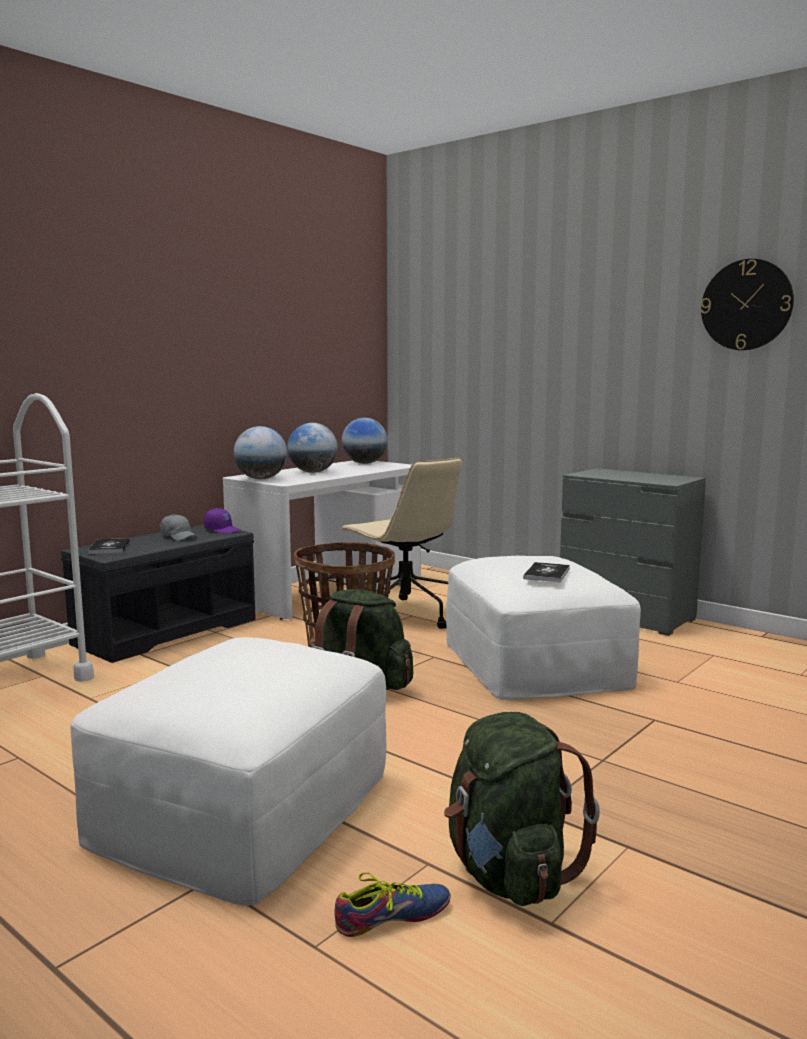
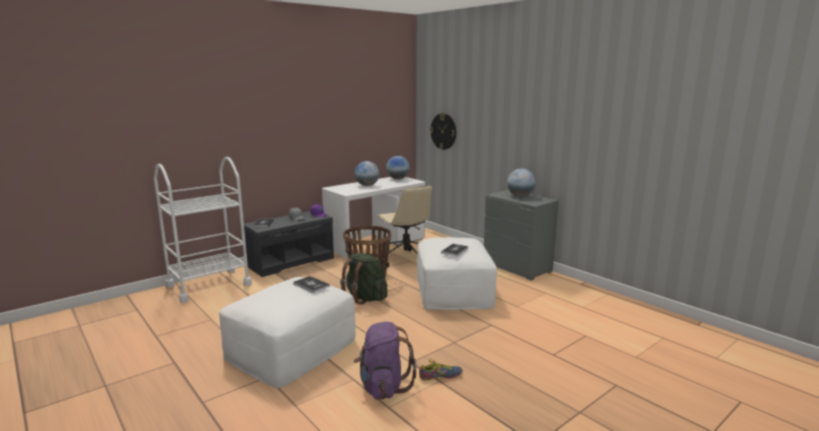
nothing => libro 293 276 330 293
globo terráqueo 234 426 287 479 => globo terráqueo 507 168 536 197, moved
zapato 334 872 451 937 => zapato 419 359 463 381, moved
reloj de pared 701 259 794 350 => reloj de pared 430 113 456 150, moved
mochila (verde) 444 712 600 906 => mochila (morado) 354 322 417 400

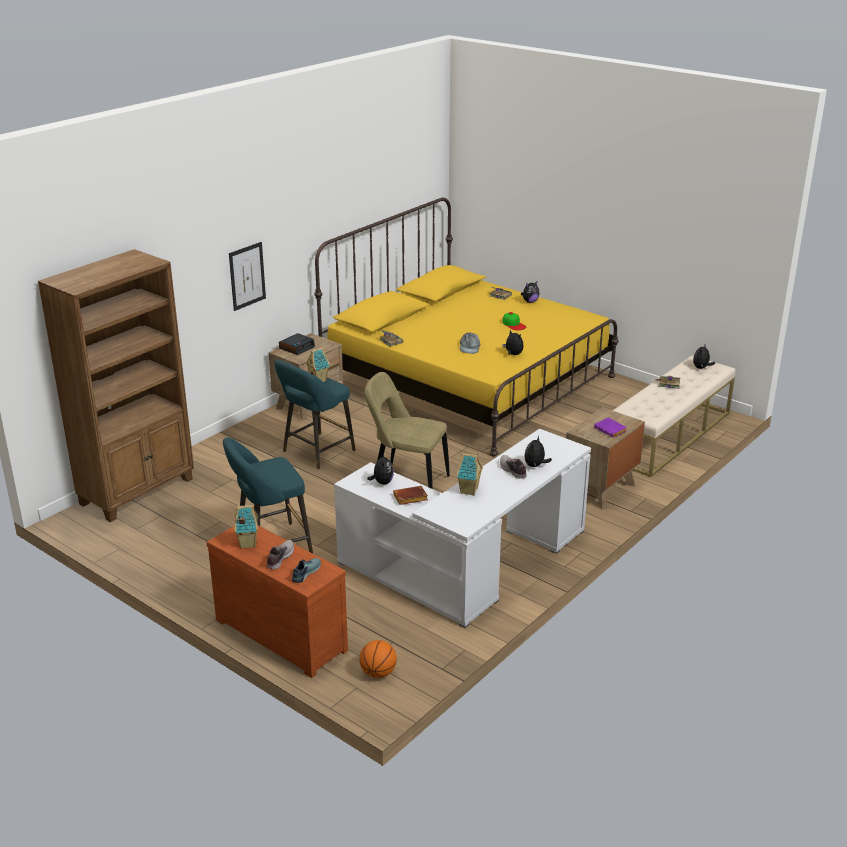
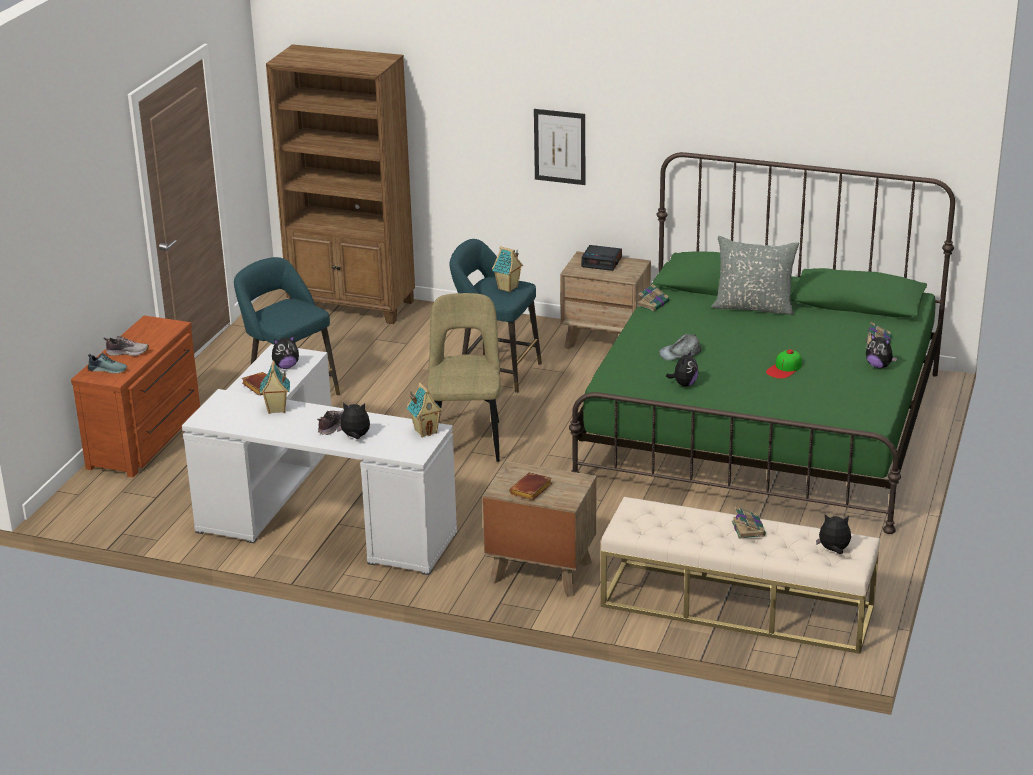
balón de baloncesto 360 640 397 678 => nothing
nothing => cojín (gris) 711 236 799 315
casita 234 505 258 548 => casita 407 383 443 437, moved
cama (amarillo) 314 198 619 456 => cama (verde) 569 152 955 534
libro (morado) 594 418 627 438 => libro (marrón) 509 472 552 500

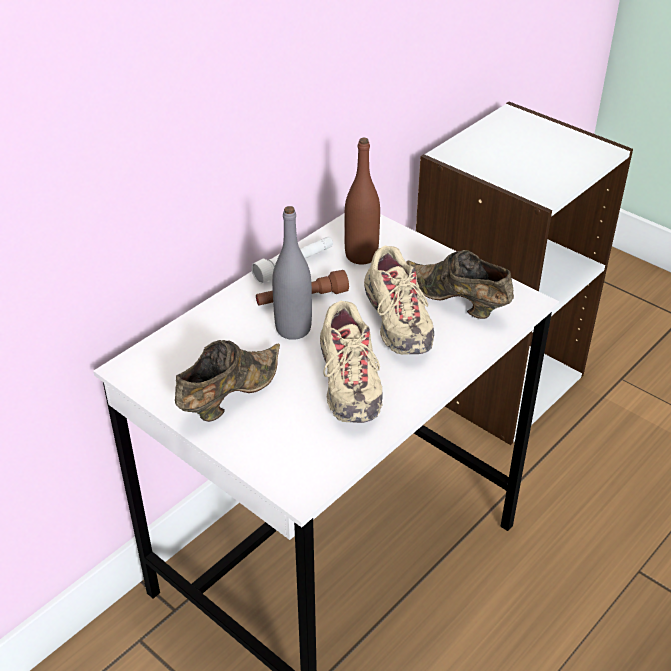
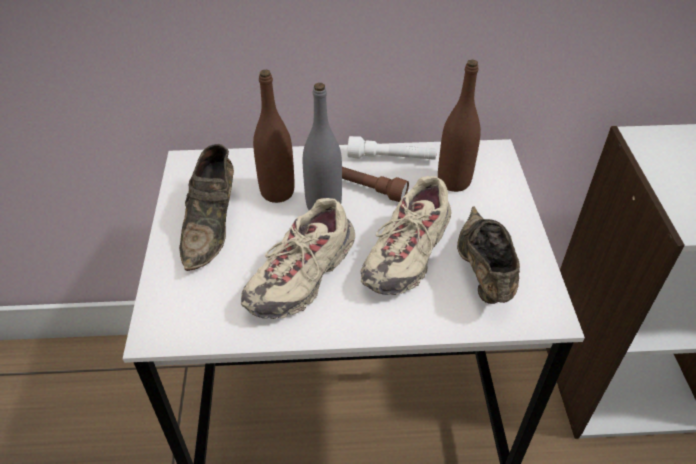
nothing => botella (marrón) 253 70 295 203
zapato (marrón) 175 340 280 422 => zapato (marrón) 179 144 234 271, 105 degrees clockwise

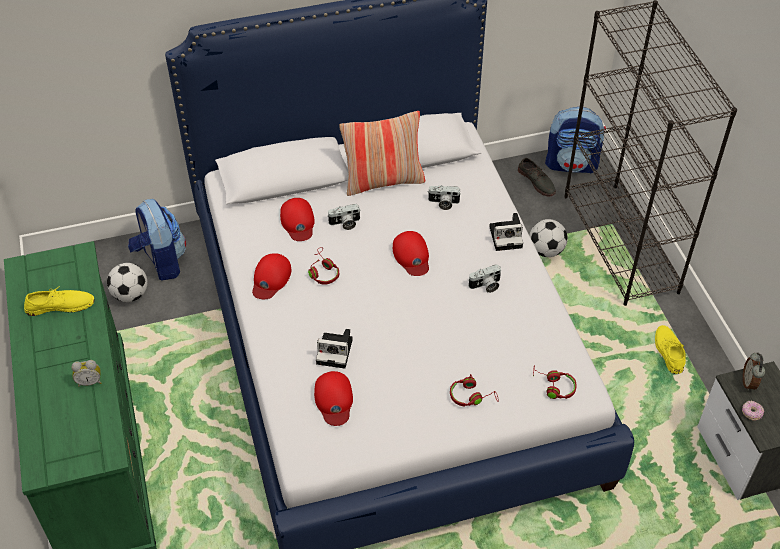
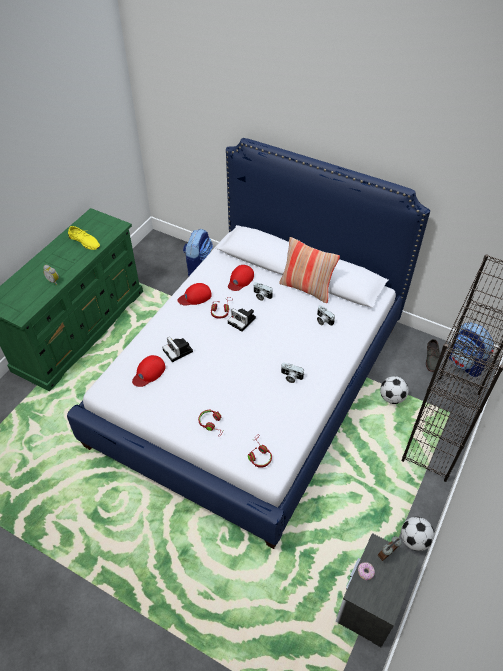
gorra (rojo) 393 231 429 276 => nothing
zapato (amarillo) 655 325 686 374 => nothing
balón de fútbol 107 263 147 302 => balón de fútbol 401 517 435 551, moved
cámara 489 213 523 251 => cámara 228 308 256 331, moved

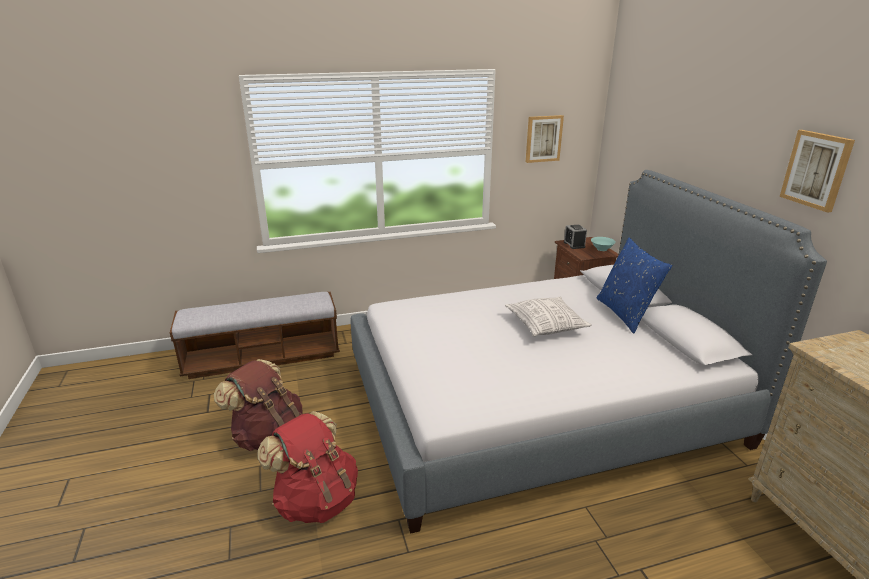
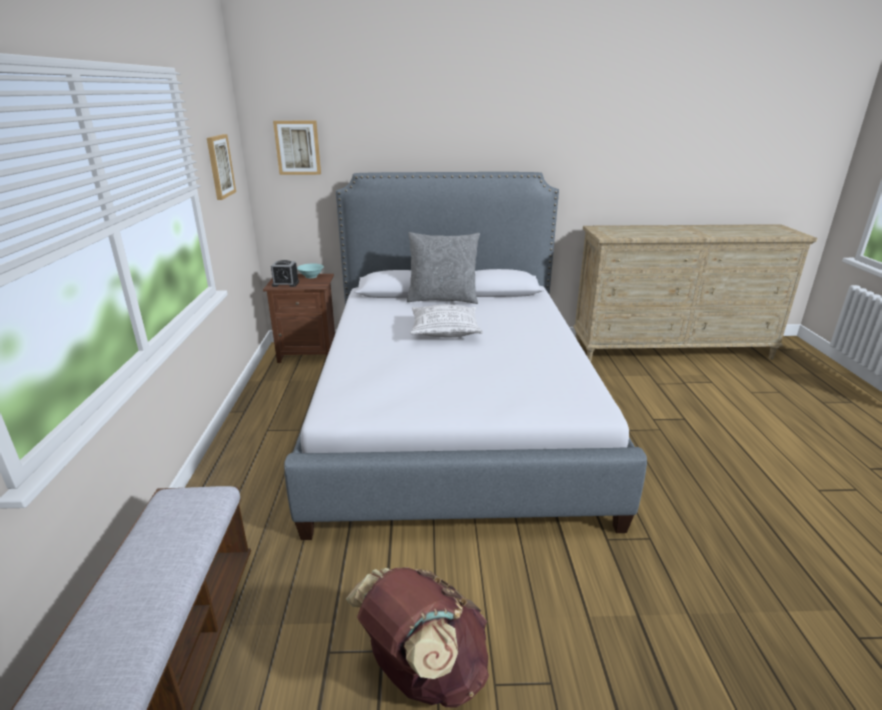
mochila (rojo) 257 411 358 523 => nothing
cuadro 780 130 855 213 => cuadro 273 121 321 175, moved
cojín (azul) 596 238 672 334 => cojín (gris) 407 232 480 304

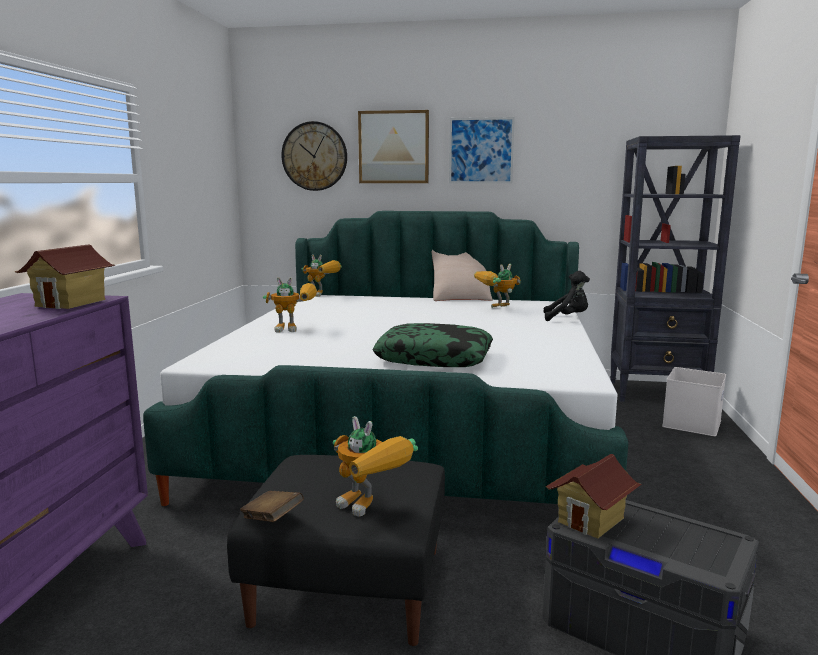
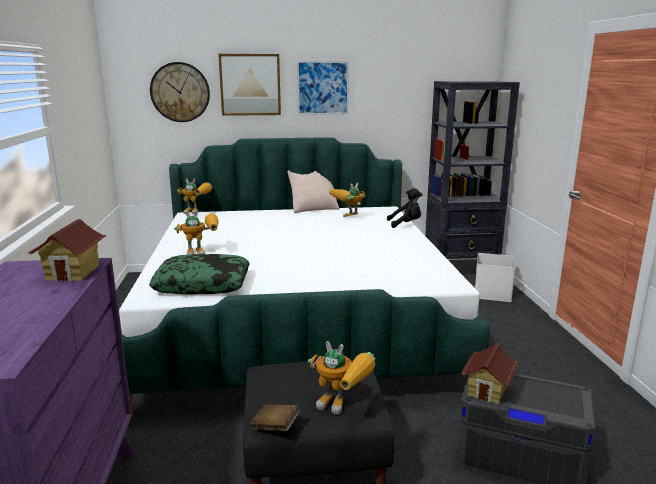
cojín 373 323 493 367 => cojín 149 254 250 294, moved

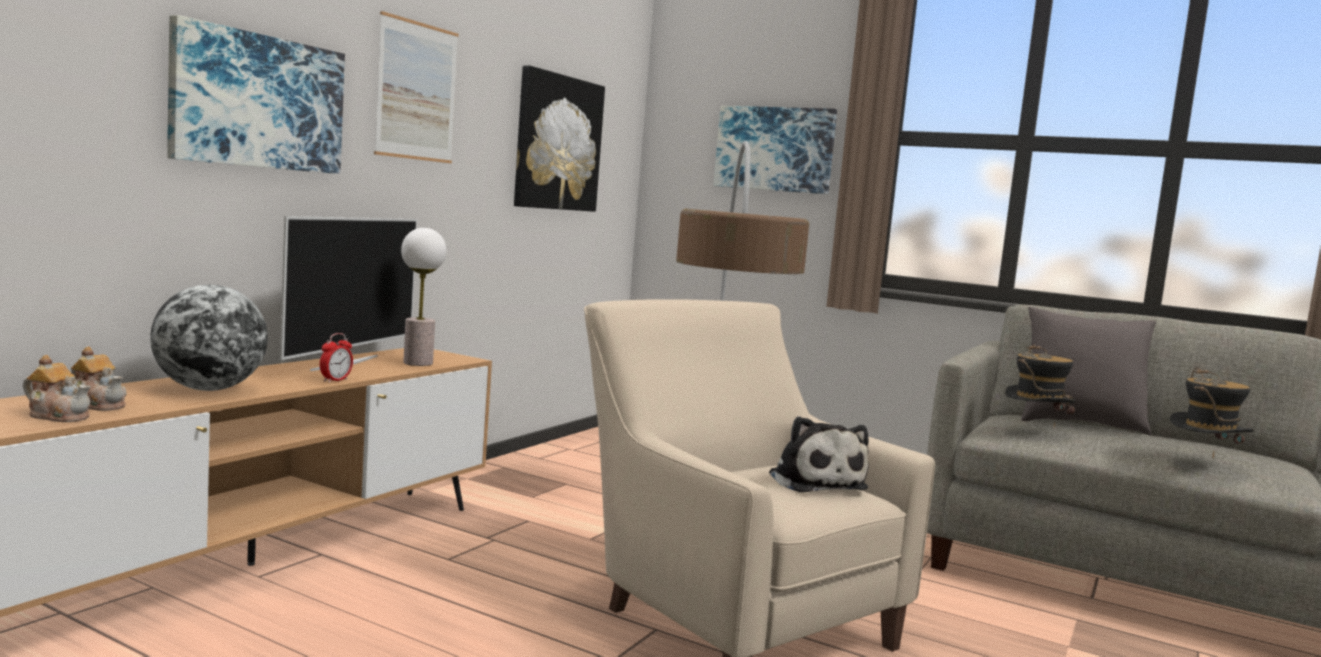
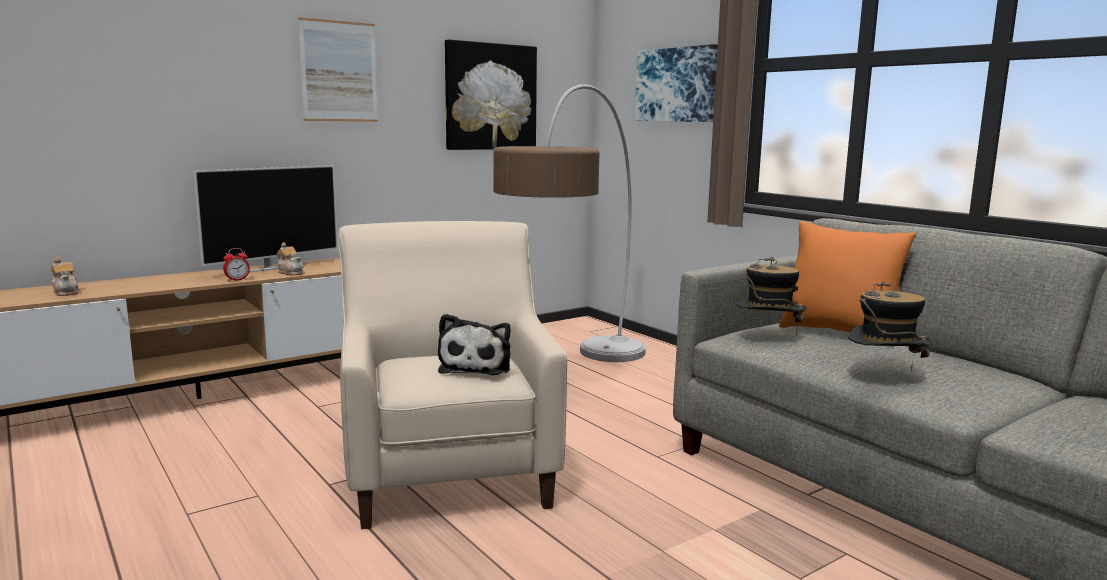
globo terráqueo 150 285 268 391 => nothing
cuadro 167 15 345 174 => nothing
lámpara de mesa 401 228 446 366 => nothing
tetera 23 355 91 422 => tetera 276 242 303 275, moved
cojín (gris) 1021 307 1156 436 => cojín (naranja) 779 221 916 347

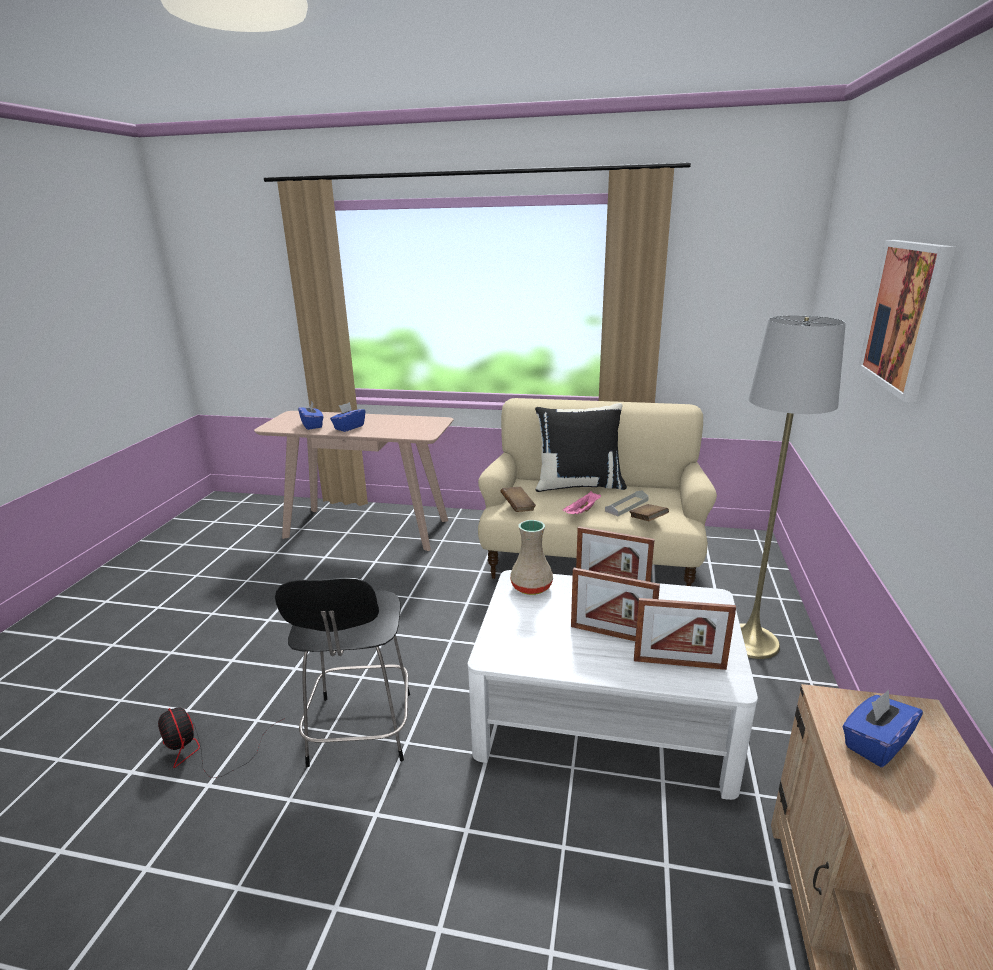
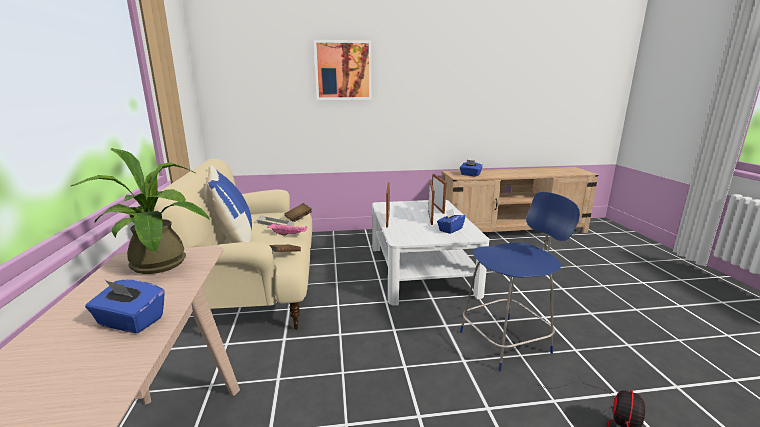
florero (beis) 510 520 553 595 => nothing
lámpara de pie (gris) 740 315 846 659 => nothing
nothing => planta en maceta 71 148 210 274
caja de pañuelos (azul) 298 402 323 430 => caja de pañuelos (azul) 437 209 465 234, moved
taburete (negro) 275 578 410 767 => taburete (azul) 460 192 580 371
cojín (negro) 535 403 627 492 => cojín (azul) 204 166 252 243

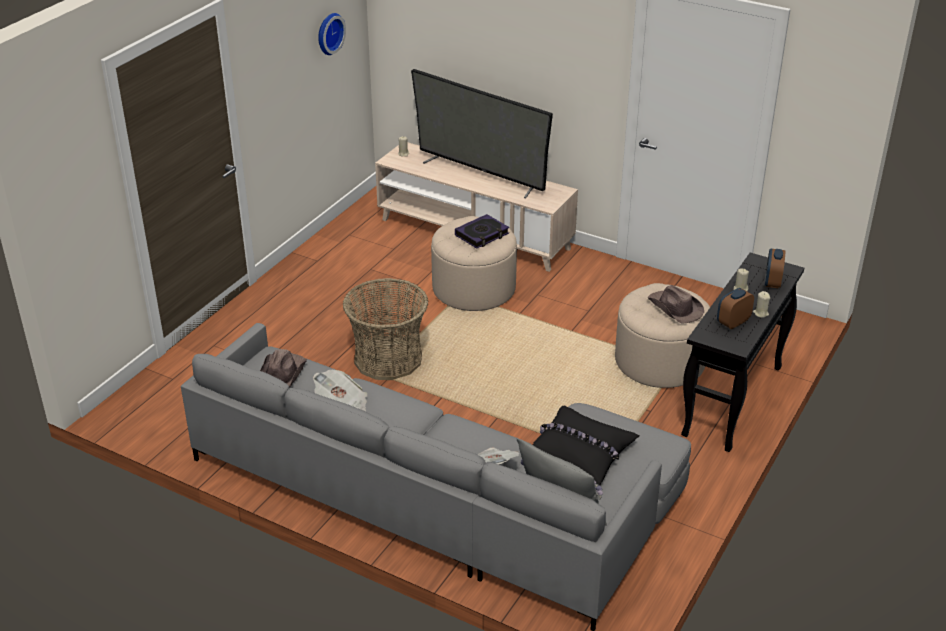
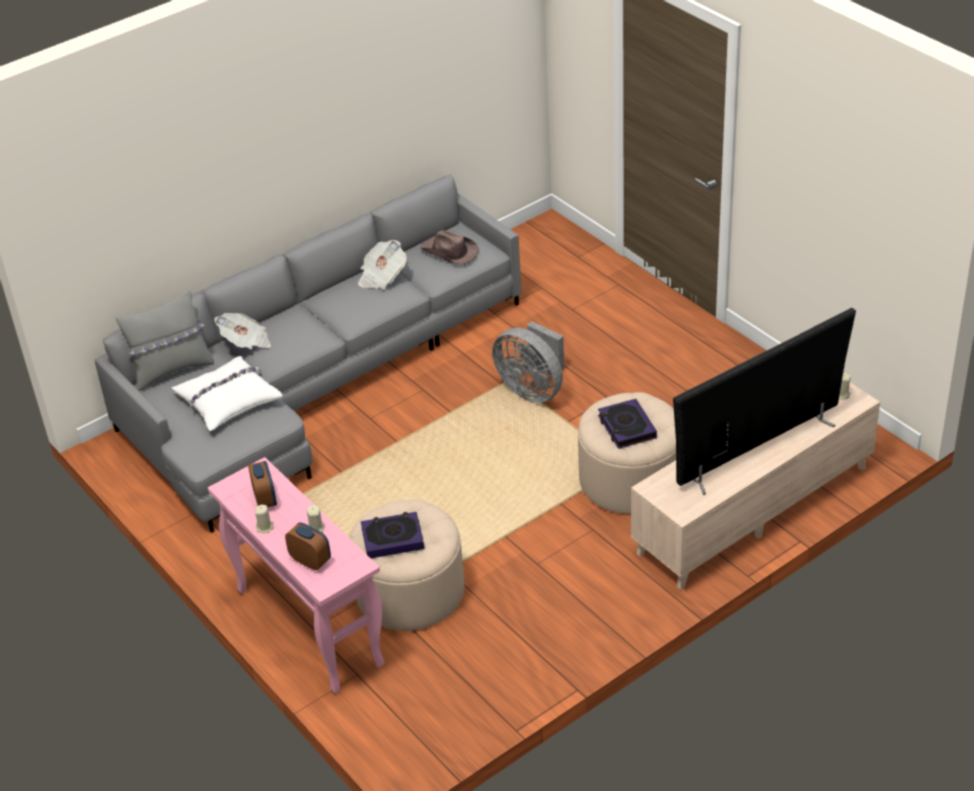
reloj de pared 318 13 346 55 => nothing
cesta 343 278 428 380 => ventilador (gris) 492 322 564 403
sombrero (marrón) 648 285 704 324 => libro 361 512 424 558
cojín (negro) 533 406 640 485 => cojín (blanco) 171 356 283 431
mesa consola (negro) 681 253 804 452 => mesa consola (rosa) 208 457 385 694

